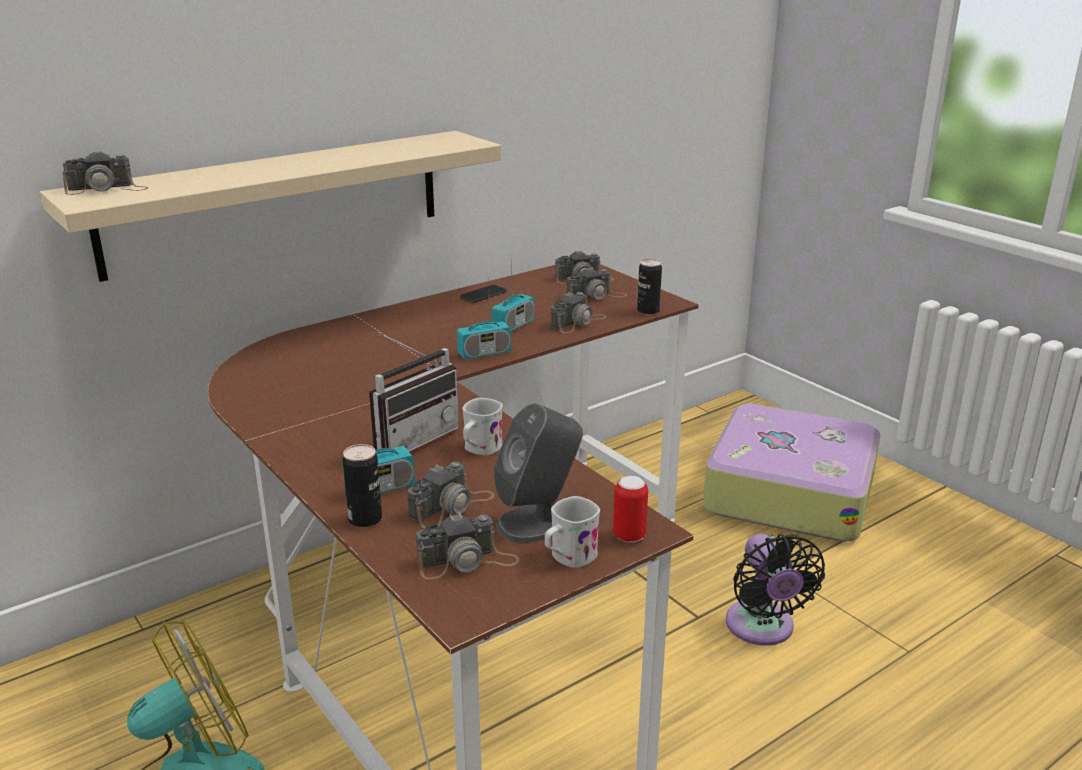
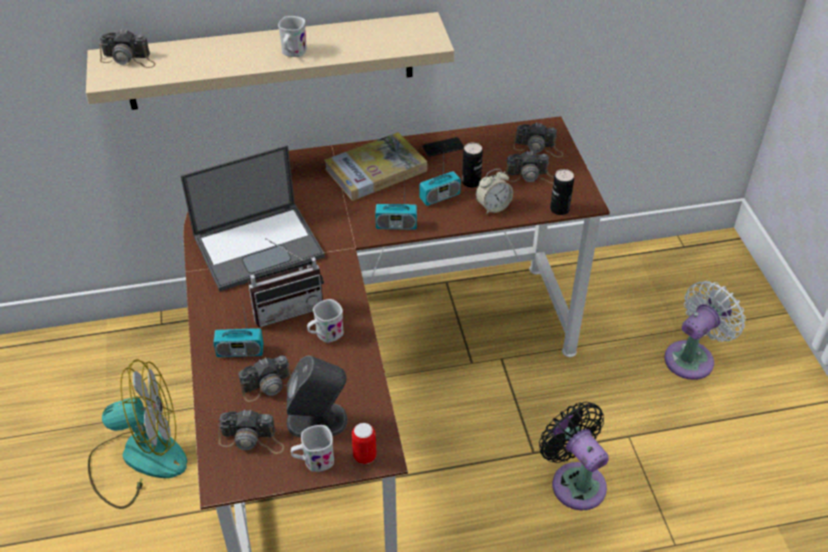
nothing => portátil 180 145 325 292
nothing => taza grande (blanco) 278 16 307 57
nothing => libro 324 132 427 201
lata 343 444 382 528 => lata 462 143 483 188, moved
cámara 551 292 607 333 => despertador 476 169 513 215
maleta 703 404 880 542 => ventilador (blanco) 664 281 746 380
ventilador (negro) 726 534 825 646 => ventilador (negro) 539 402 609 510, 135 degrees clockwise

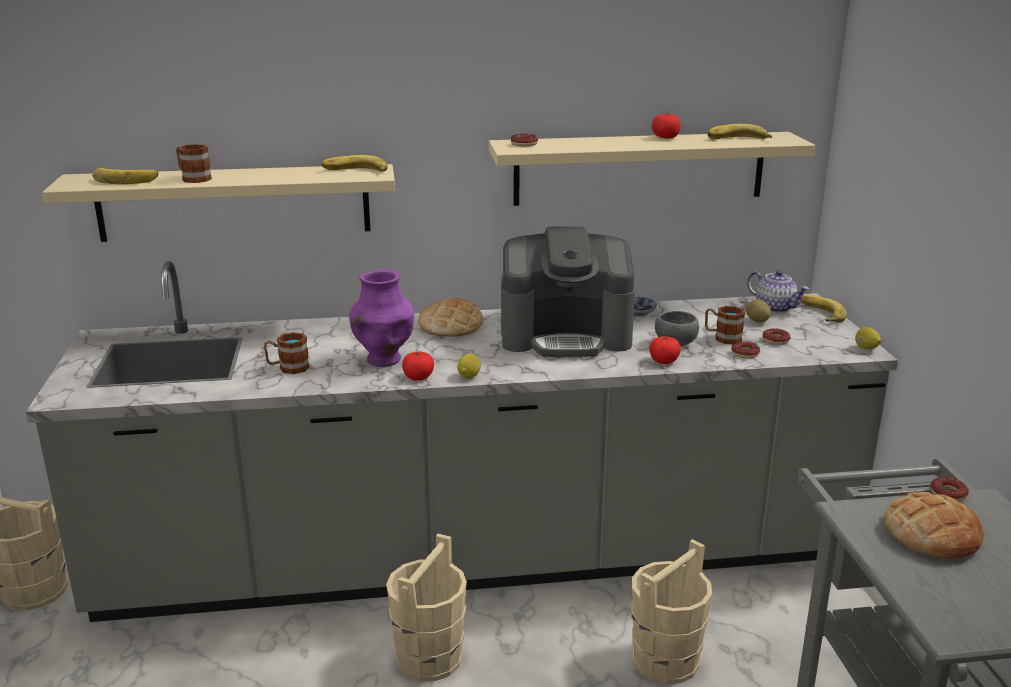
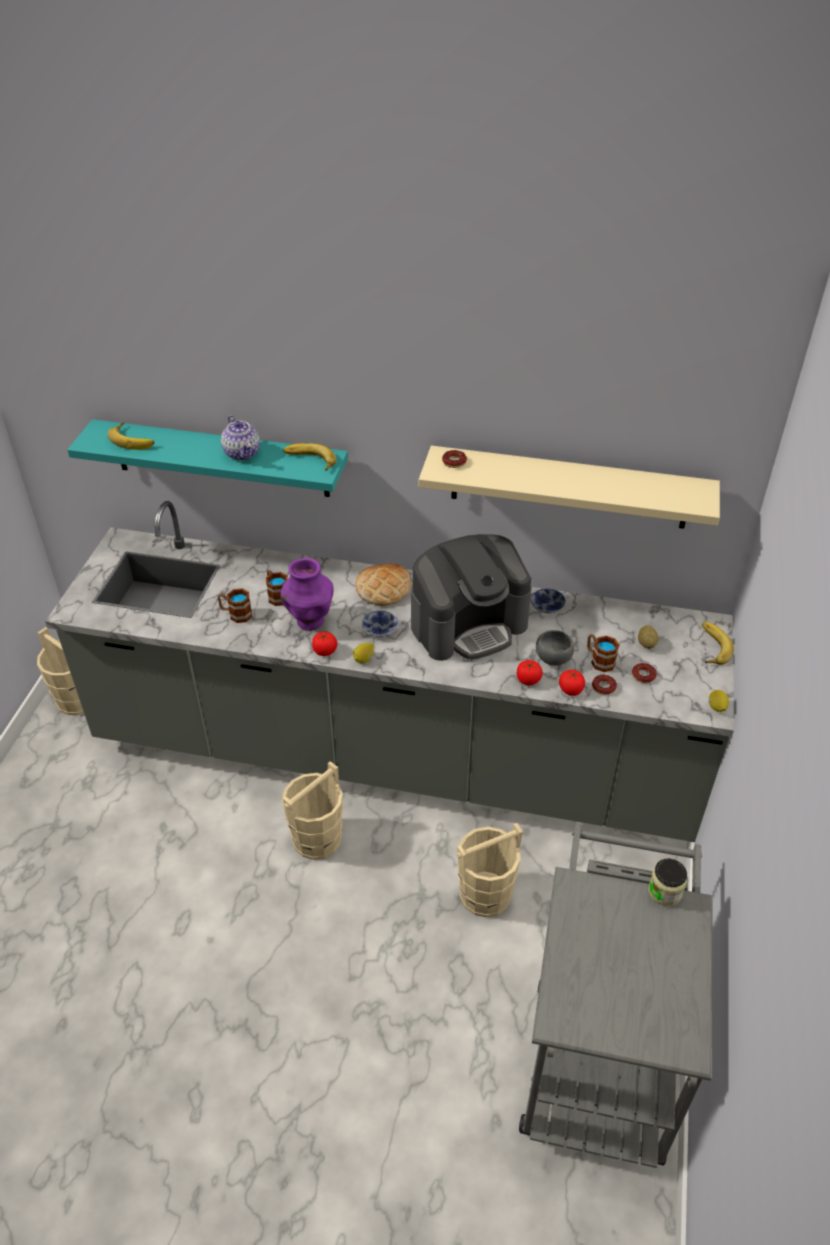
plátano 708 124 772 139 => nothing
pan 884 492 984 559 => nothing
nothing => cuenco 362 610 398 637
taza grande 176 144 212 183 => taza grande 266 570 288 606, moved
tomate 652 113 681 139 => tomate 559 670 585 696, moved
tetera 747 270 809 313 => tetera 221 415 260 461, moved
rosquilla 930 477 969 501 => tarro 648 859 687 906
estante (beis) 42 164 395 242 => estante (turquesa) 67 419 348 497
cafetera 501 226 635 357 => cafetera 411 534 532 661, 45 degrees counterclockwise

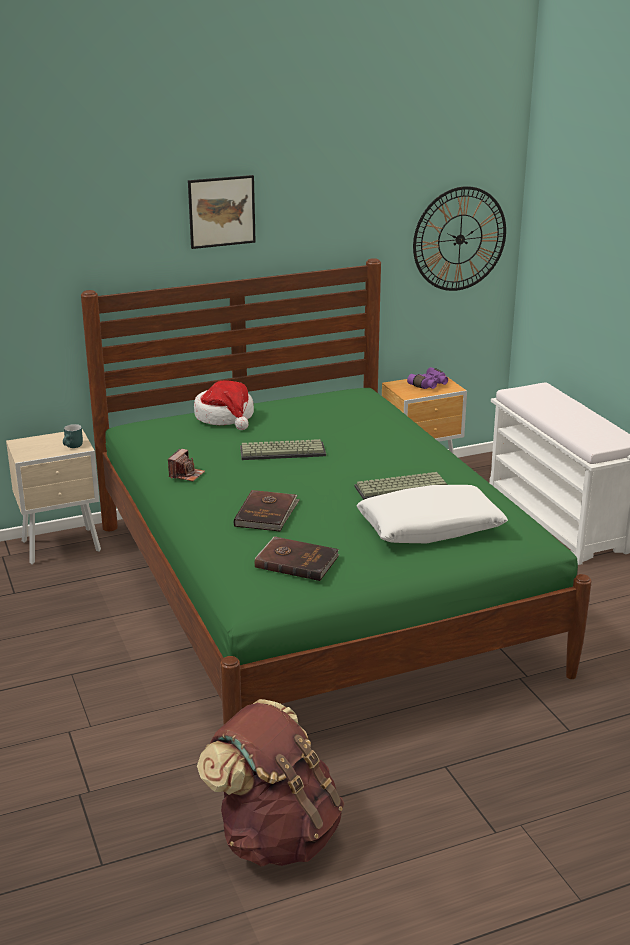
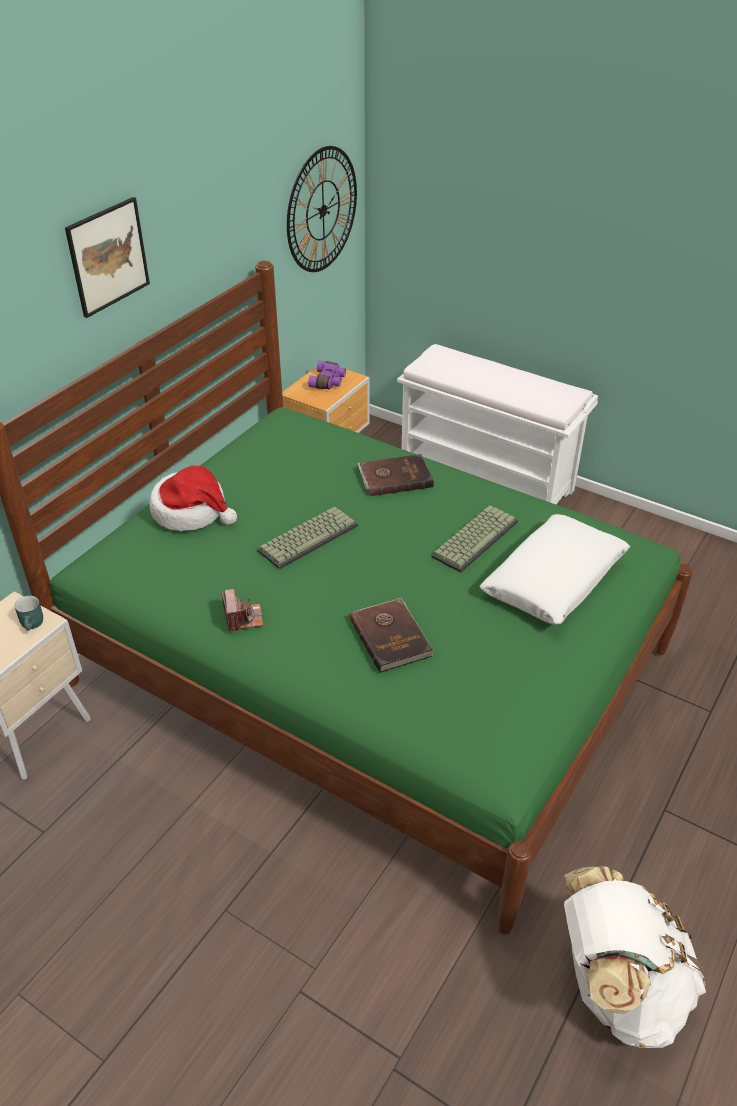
libro (marrón) 254 537 340 581 => libro (marrón) 358 454 434 496, moved
mochila (marrón) 197 699 344 867 => mochila (blanco) 564 866 706 1048

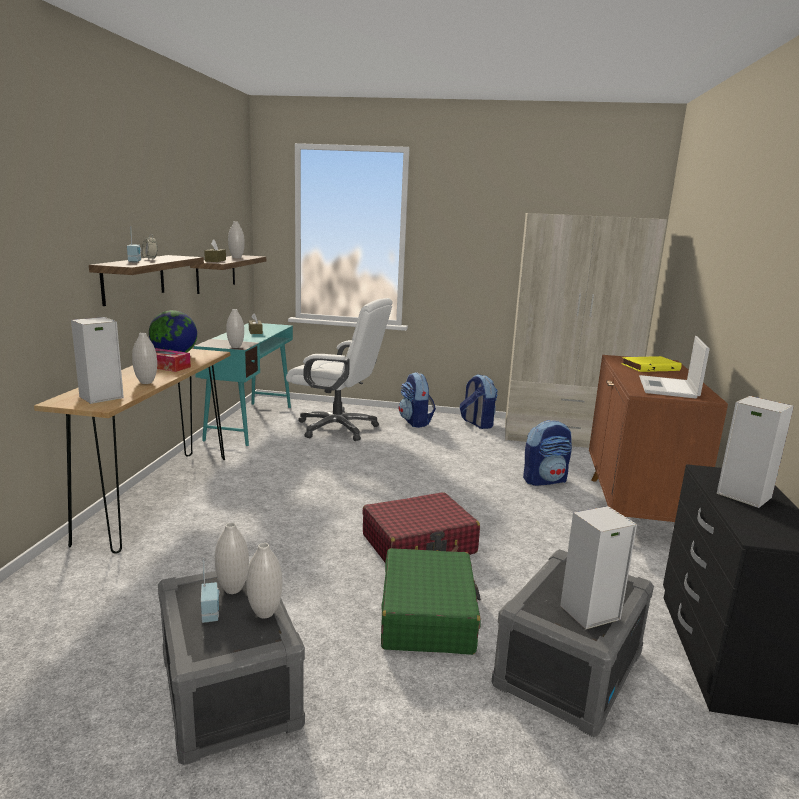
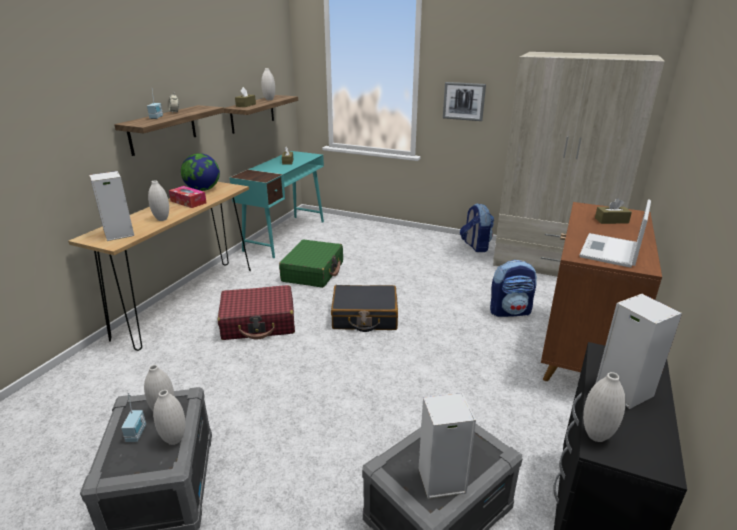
silla de oficina (blanco) 286 298 393 441 => nothing
mochila 399 372 436 428 => nothing
nothing => maleta (negro) 331 285 398 332
nothing => cuadro 443 82 486 121
florero (blanco) 226 309 244 348 => florero (blanco) 583 372 626 442, moved
maleta (rojo) 362 492 480 562 => maleta (rojo) 218 285 295 340, moved
maleta (verde) 381 548 481 655 => maleta (verde) 279 239 343 288, moved
libro (amarillo) 621 356 682 372 => caja de pañuelos (marrón) 595 198 632 224

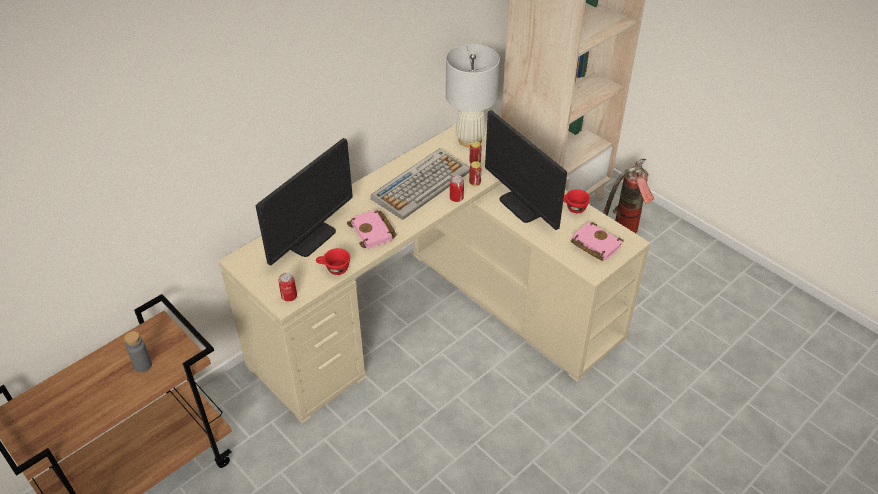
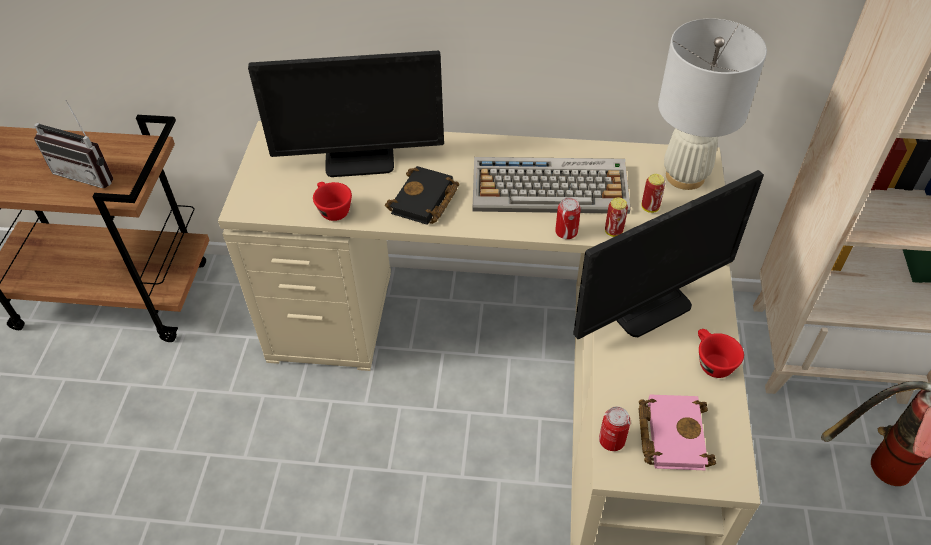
lata 278 272 297 301 => lata 599 406 631 451, moved
botella (gris) 124 331 152 372 => radio 34 100 113 188
libro (rosa) 347 210 397 249 => libro (negro) 385 166 459 225
monitor 485 110 567 230 => monitor 573 170 764 339, 135 degrees counterclockwise

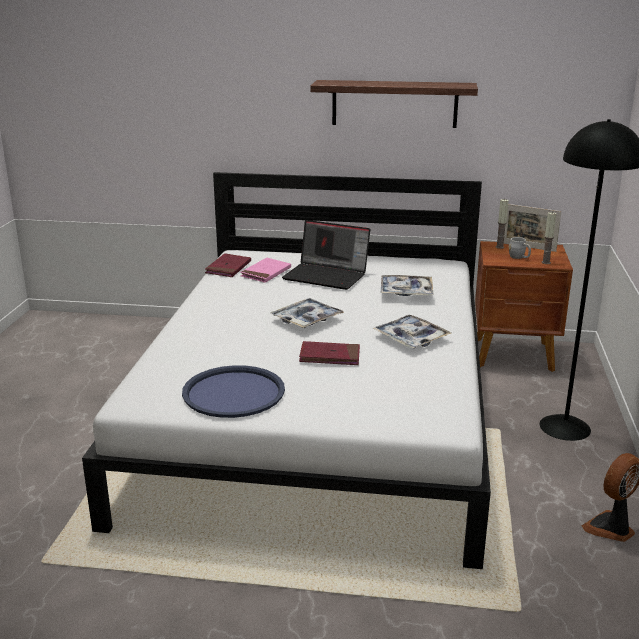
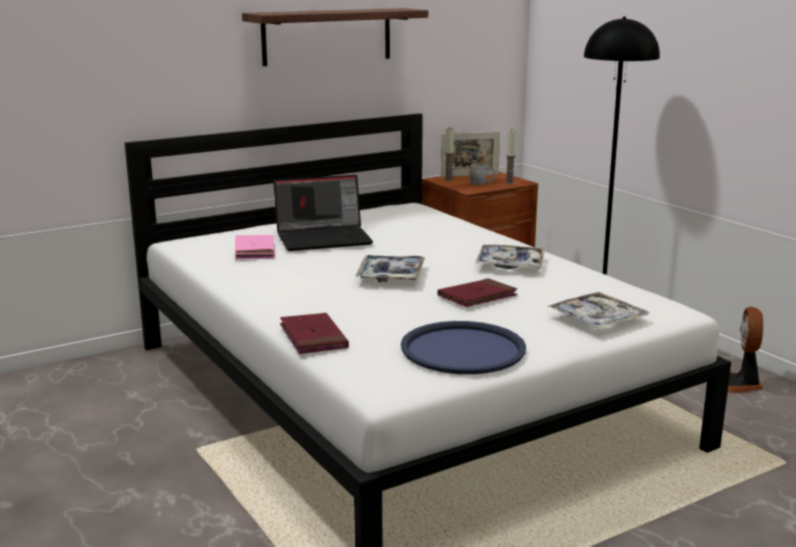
libro (rojo) 205 253 251 277 => libro (rojo) 280 313 349 354, moved
bandeja 381 275 434 296 => bandeja 547 292 650 329, moved

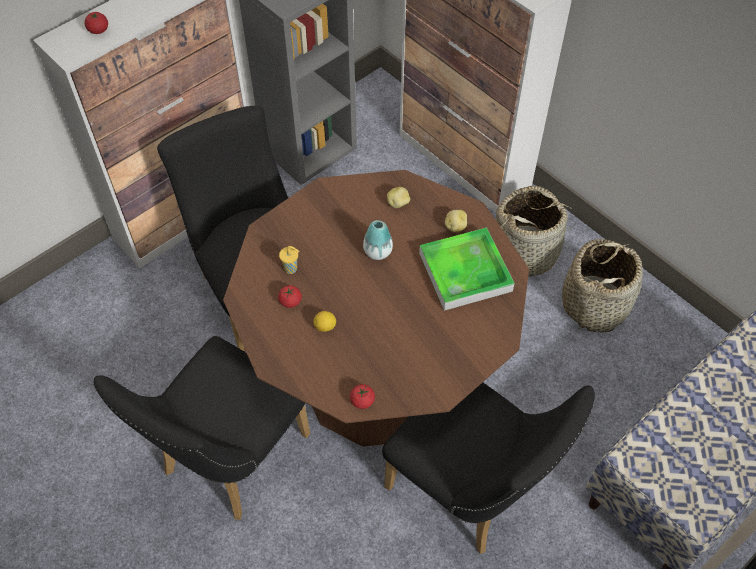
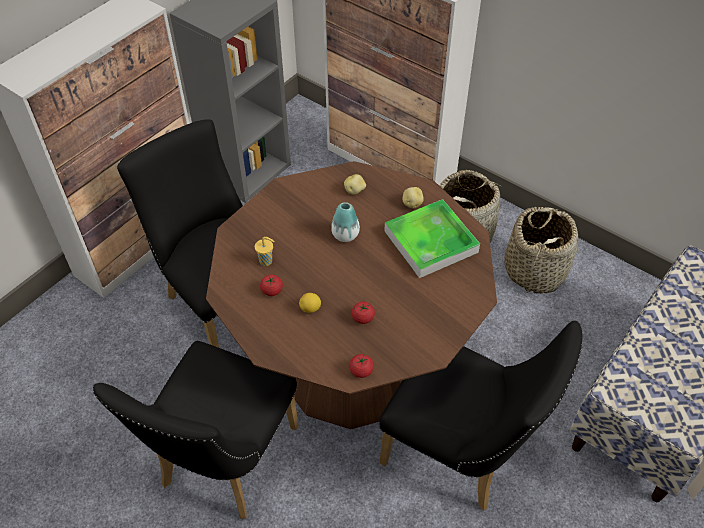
tomate 85 12 108 34 => tomate 352 302 375 324, moved

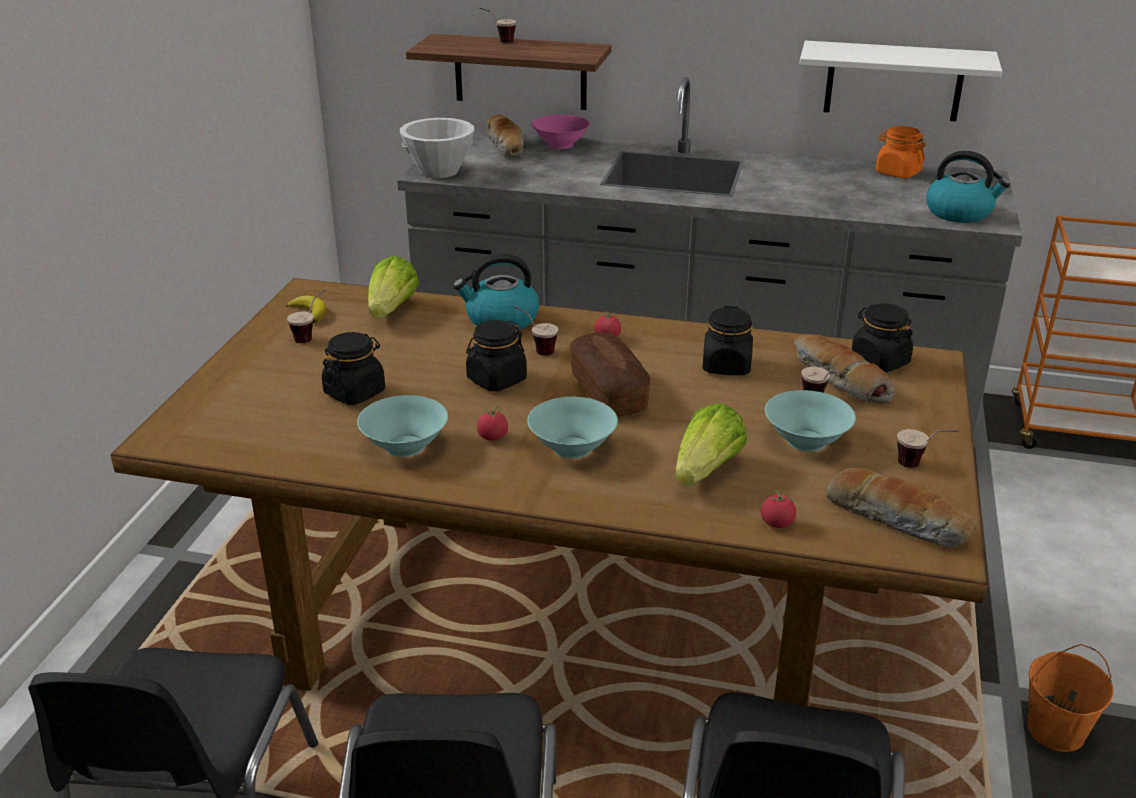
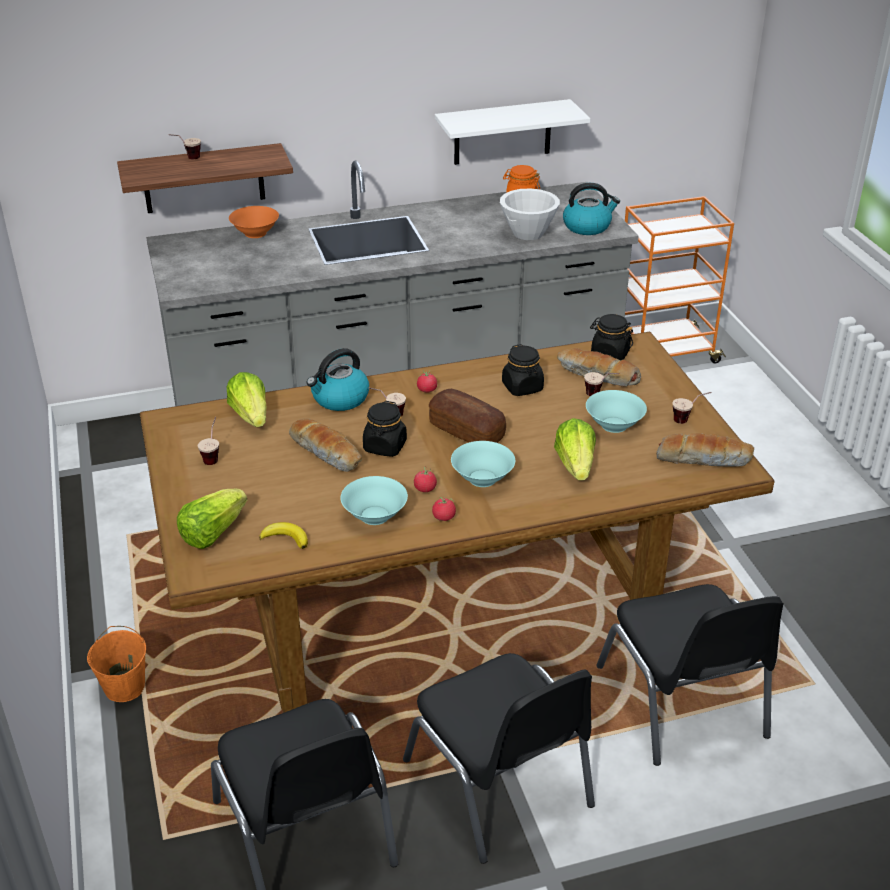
tarro (negro) 322 332 385 405 => nothing
nothing => lechuga 177 489 247 549
plátano 286 295 326 323 => plátano 259 522 308 549, moved
cuenco (blanco) 400 118 474 178 => cuenco (blanco) 500 188 560 240, moved
pan 486 115 523 157 => pan 289 418 362 472, moved
tomate 761 490 796 528 => tomate 432 497 456 521, moved
cubo (naranja) 1027 644 1114 752 => cubo (naranja) 87 626 146 702, moved
cuenco (rosa) 532 115 590 149 => cuenco (naranja) 229 206 279 238

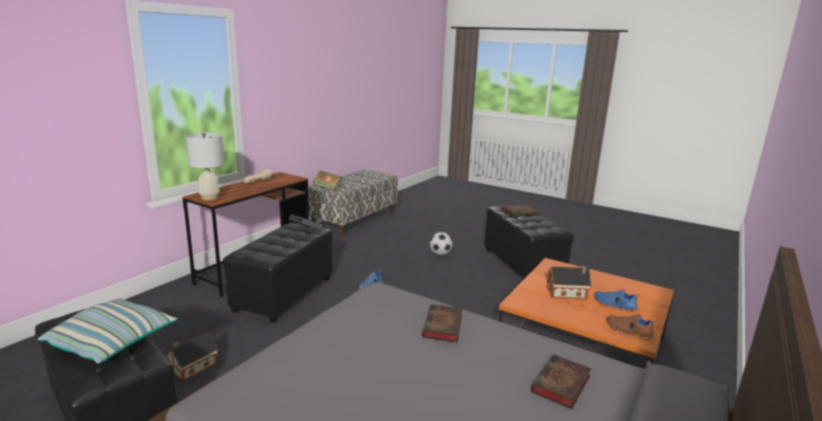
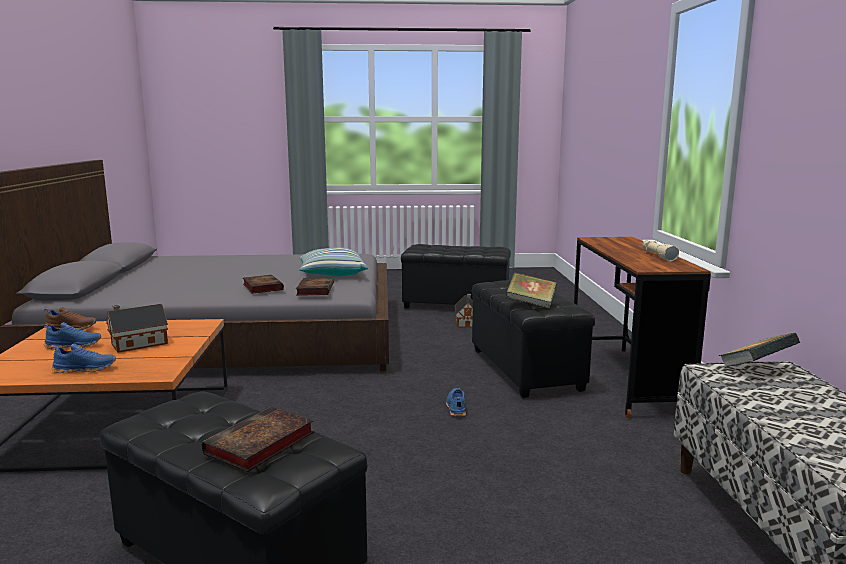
lámpara de mesa (blanco) 185 132 224 200 => nothing
balón de fútbol 430 232 453 255 => nothing
nothing => zapato (azul) 51 344 116 373
cojín 38 298 178 364 => cojín 299 248 368 276, moved
libro 531 355 591 409 => libro 296 278 334 296, moved

